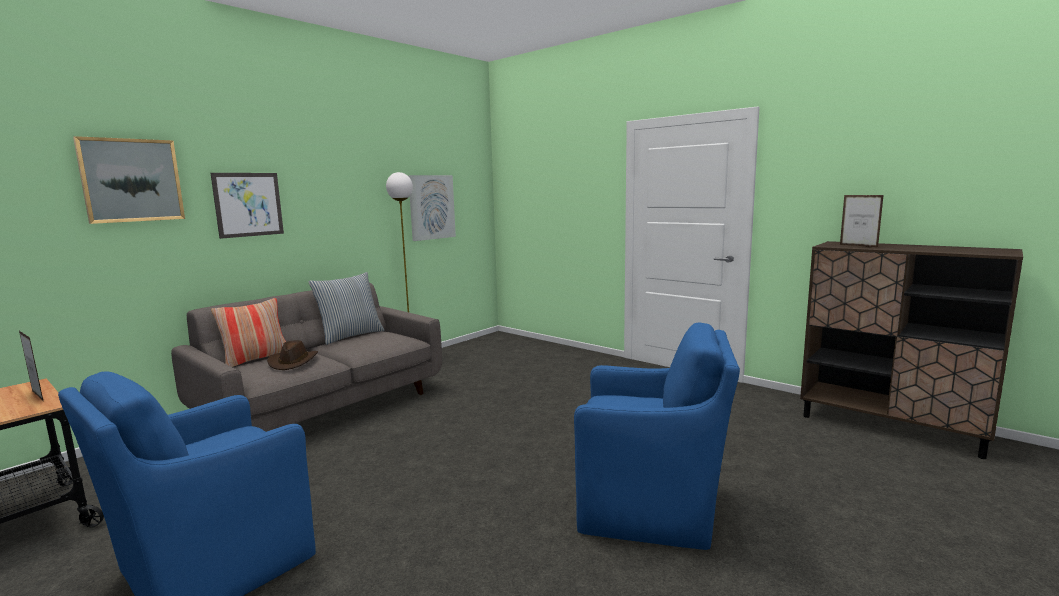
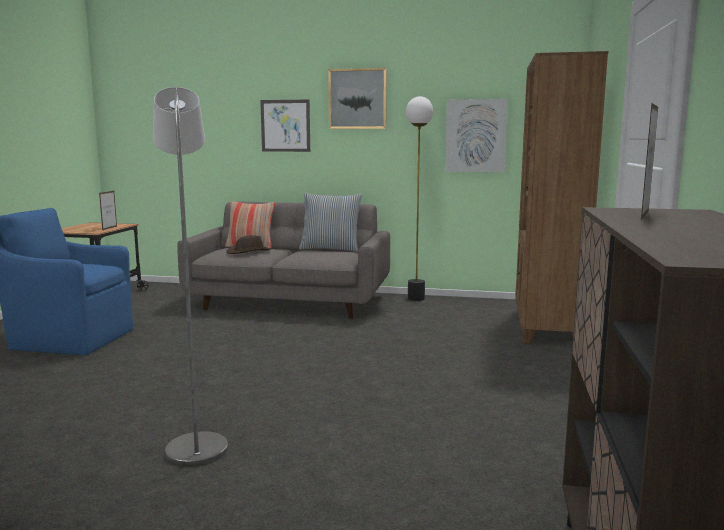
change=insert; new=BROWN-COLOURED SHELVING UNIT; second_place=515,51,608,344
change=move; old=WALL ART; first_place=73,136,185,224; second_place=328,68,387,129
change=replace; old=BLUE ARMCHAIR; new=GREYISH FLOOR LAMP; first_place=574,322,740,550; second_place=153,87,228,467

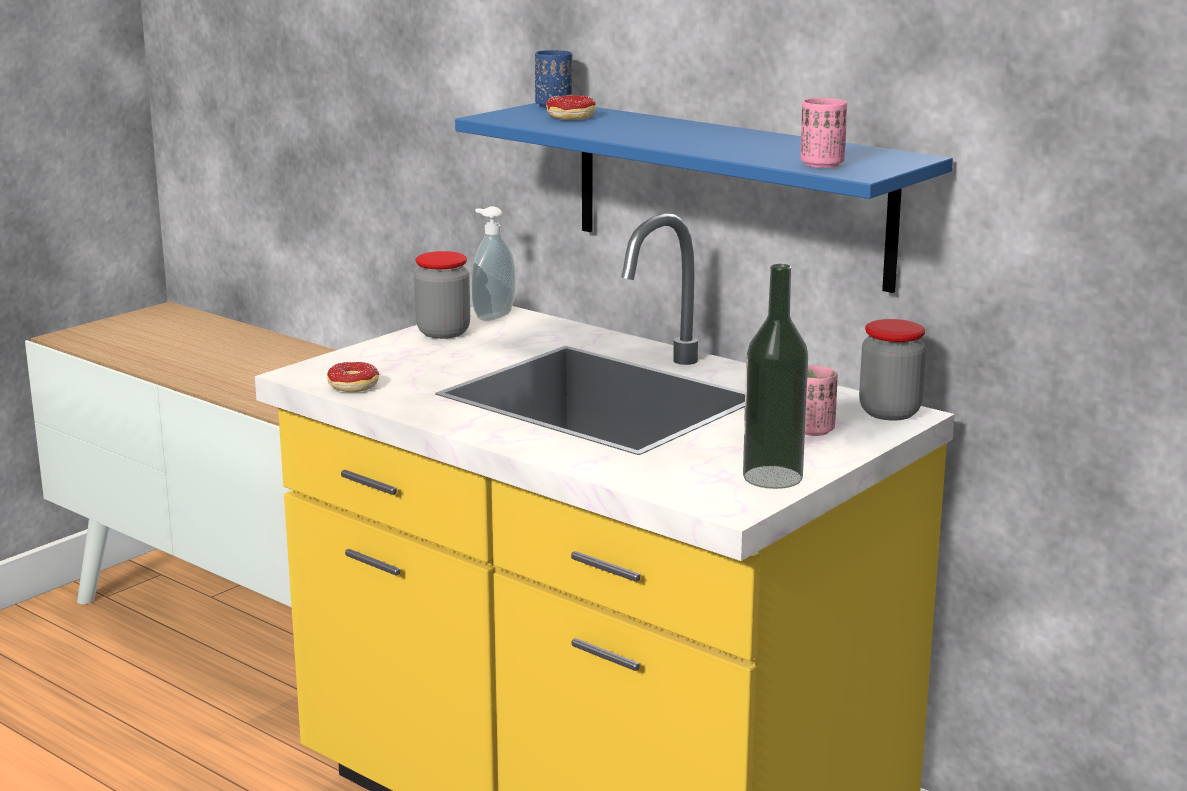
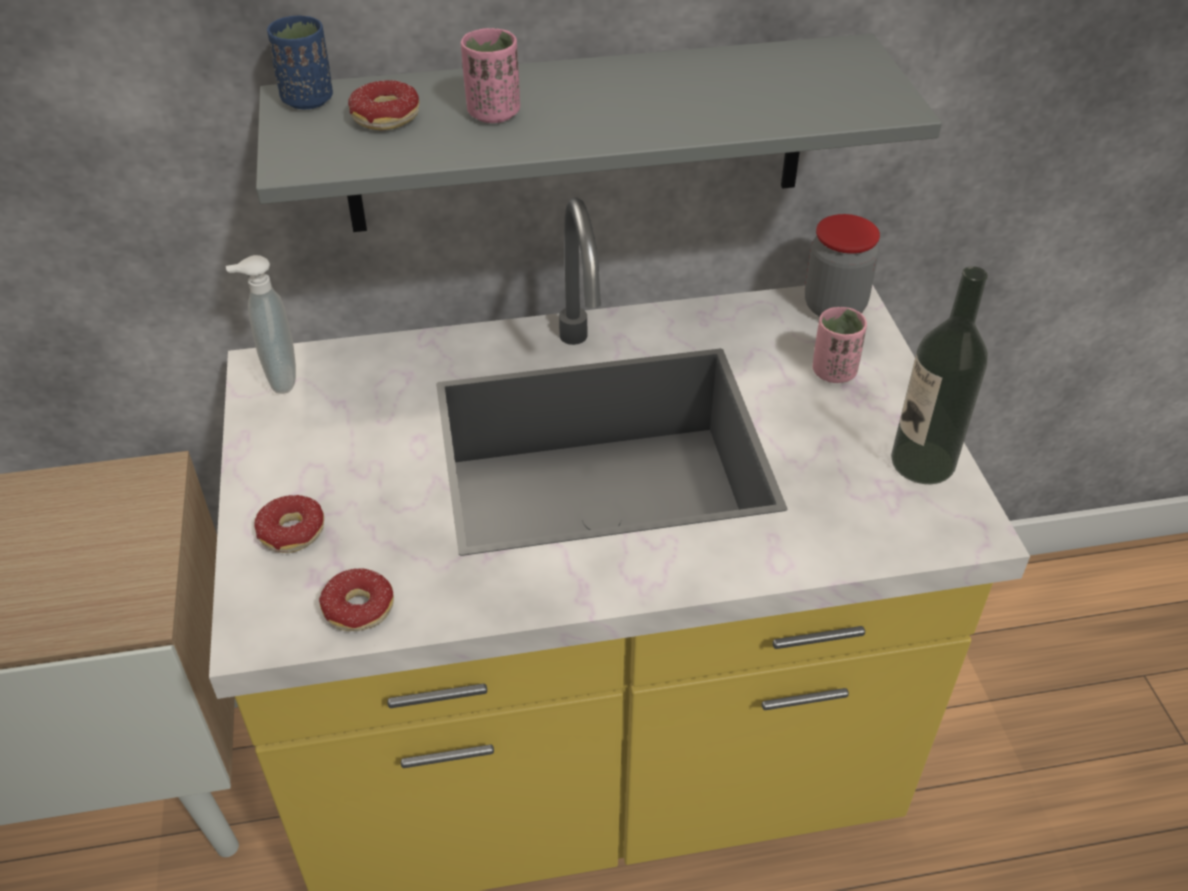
change=delete; old=STORAGE JAR; first_place=414,251,470,339
change=insert; new=RING DOUGHNUT; second_place=254,495,324,553
change=move; old=PINKISH CUP; first_place=800,98,847,168; second_place=461,28,520,123
change=recolor; old=BLUE SHELF; new=GREYISH SHELF; first_place=455,103,953,293; second_place=256,34,942,232

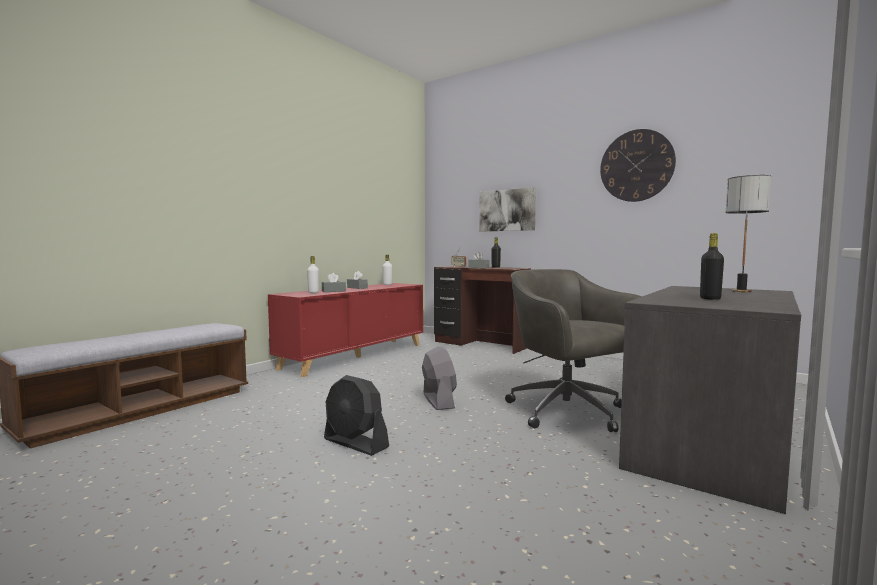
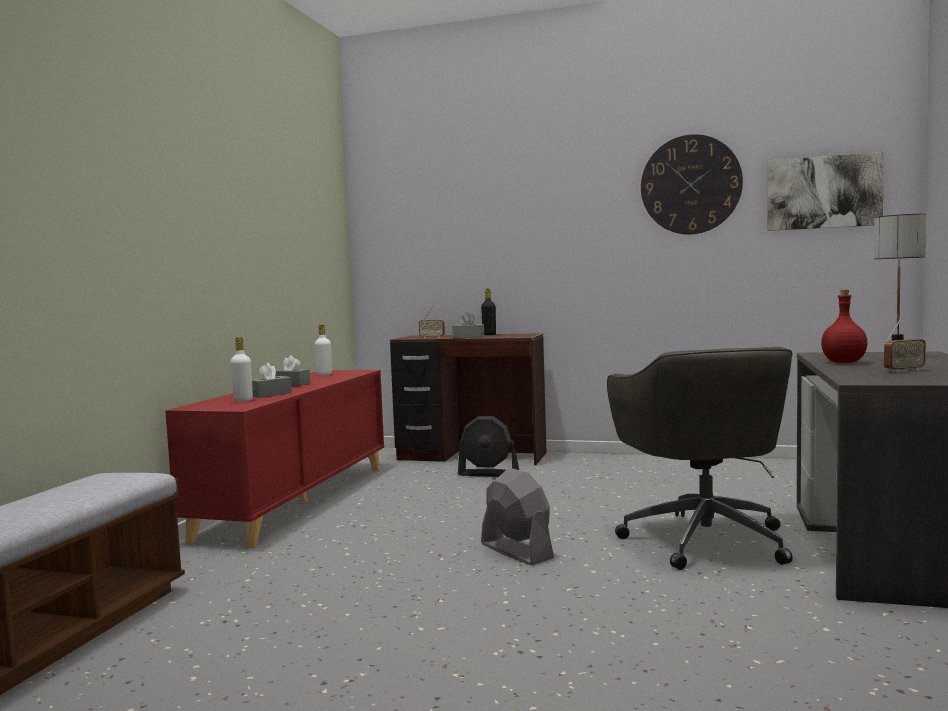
change=insert; new=RED-COLOURED BEVERAGE BOTTLE; second_place=821,290,868,363
change=move; old=BLACKISH COOLING FAN; first_place=324,375,389,456; second_place=458,416,519,477
change=move; old=WALL ART; first_place=479,187,536,232; second_place=767,152,884,231
change=replace; old=BLACKISH BEVERAGE BOTTLE; new=RADIO RECEIVER; first_place=700,233,724,300; second_place=884,317,926,372
change=rotate; old=GREYISH OFFICE CHAIR; first_place=505,269,642,432; second_place=607,347,793,570; degrees=-135

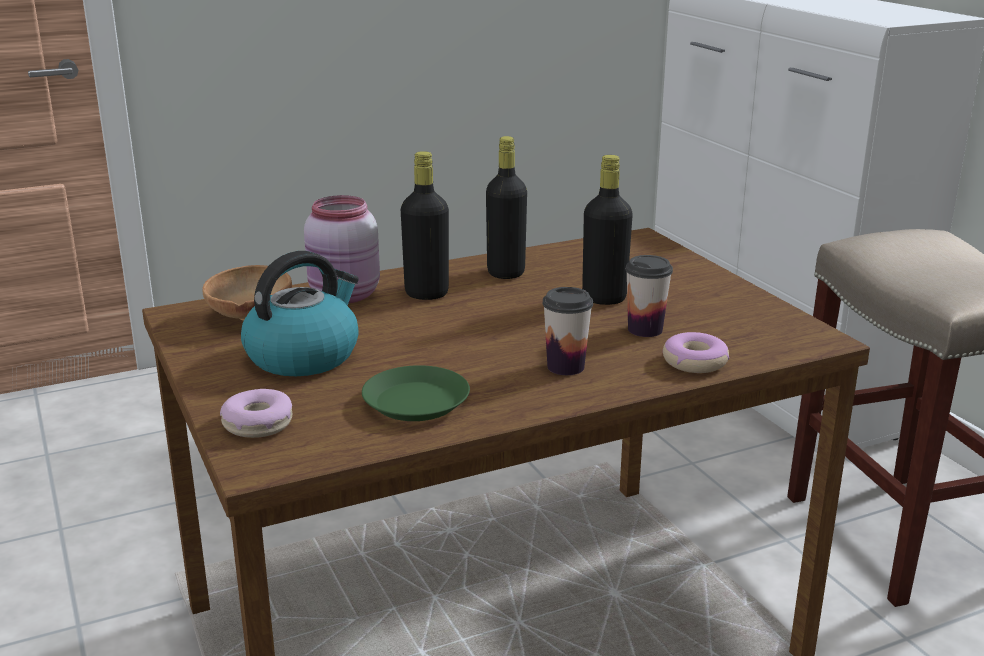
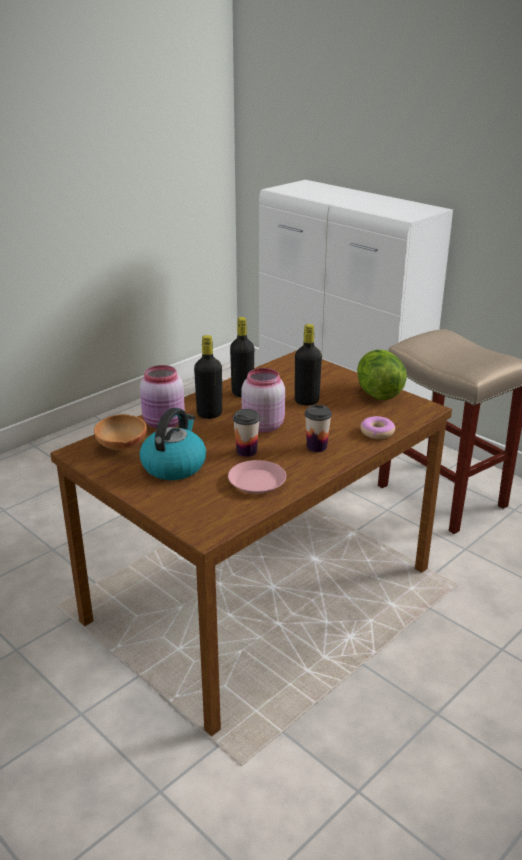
change=delete; old=RING DOUGHNUT; first_place=220,389,292,438
change=insert; new=PINKISH STORAGE JAR; second_place=241,368,285,433
change=insert; new=LETTUCE; second_place=357,349,407,400
change=move; old=CUP; first_place=625,255,673,337; second_place=233,409,260,457
change=recolor; old=GREEN DINNER PLATE; new=PINKISH DINNER PLATE; first_place=362,365,470,421; second_place=228,460,286,494

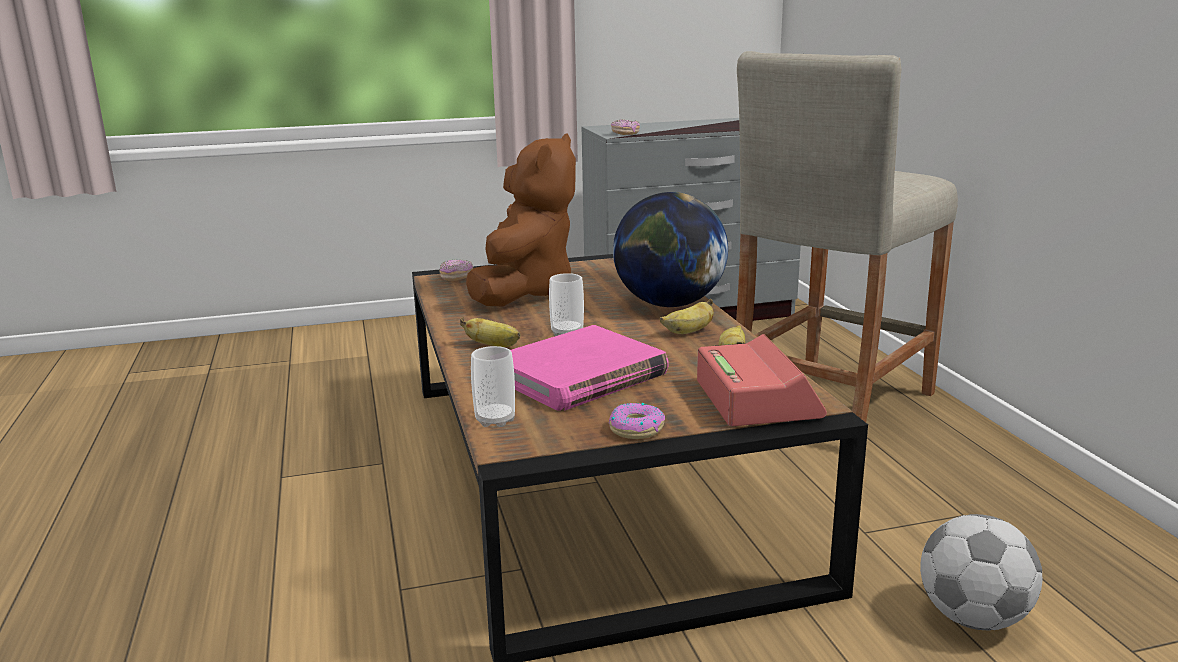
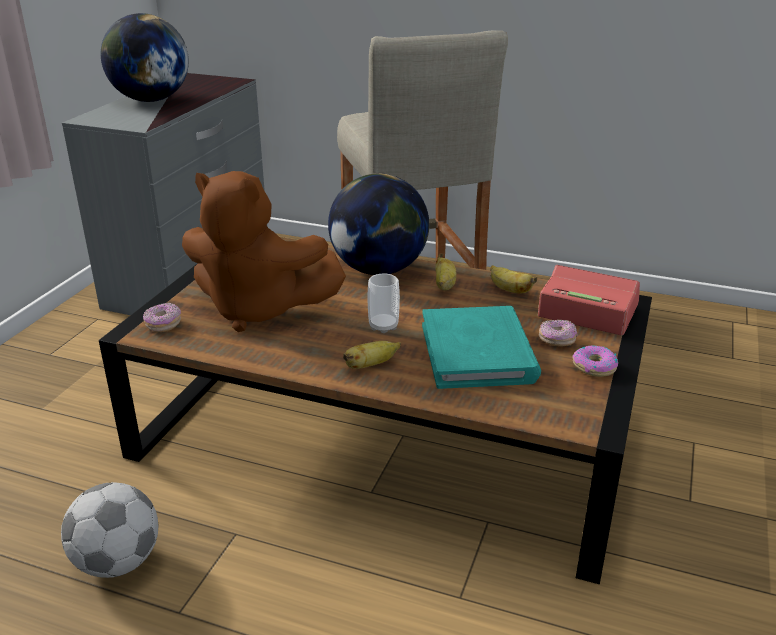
change=delete; old=CUP; first_place=471,346,515,427
change=insert; new=DESK GLOBE; second_place=101,13,189,102
change=move; old=RING DOUGHNUT; first_place=611,119,640,135; second_place=539,320,577,346
change=move; old=FOOTBALL BALL; first_place=920,514,1043,631; second_place=61,482,159,578
change=recolor; old=PINKISH BOOK; new=TURQUOISE BOOK; first_place=511,325,669,411; second_place=422,306,541,389
change=rotate; old=BROWN-COLOURED CUDDLY TOY; first_place=466,133,576,306; second_place=182,171,346,332; degrees=150

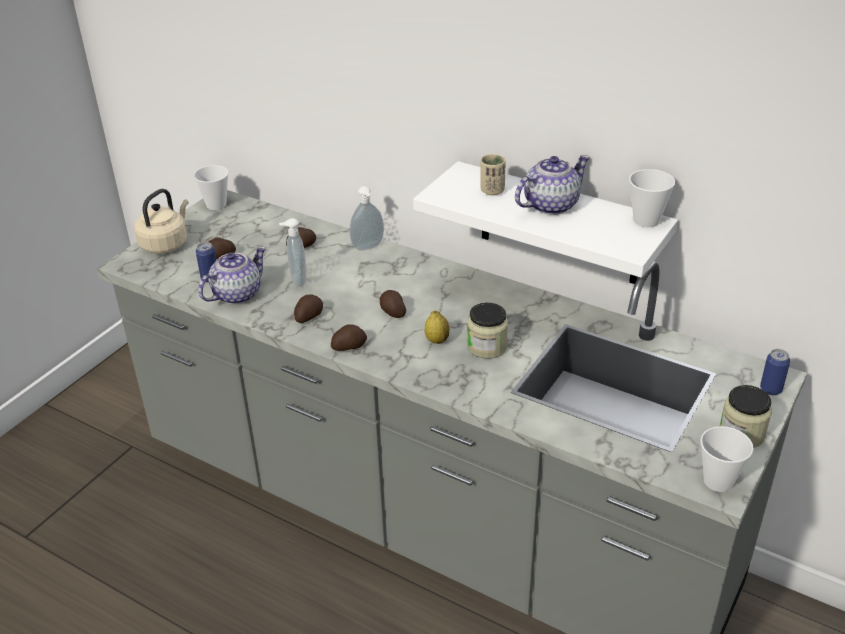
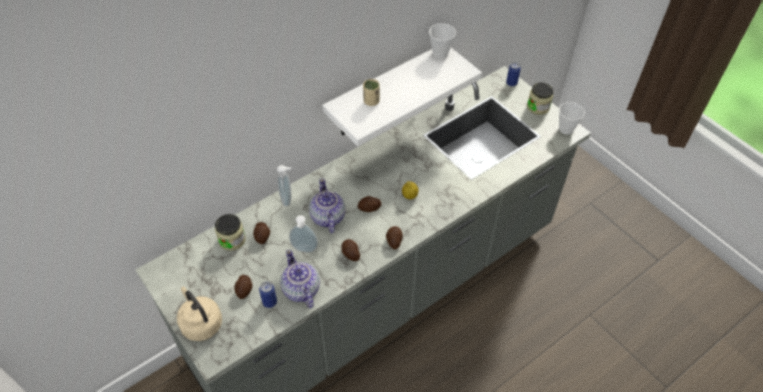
change=delete; old=CUP; first_place=194,165,229,210
change=move; old=STORAGE JAR; first_place=467,302,508,359; second_place=215,214,246,251
change=move; old=TEA POT; first_place=515,155,590,215; second_place=309,178,345,233

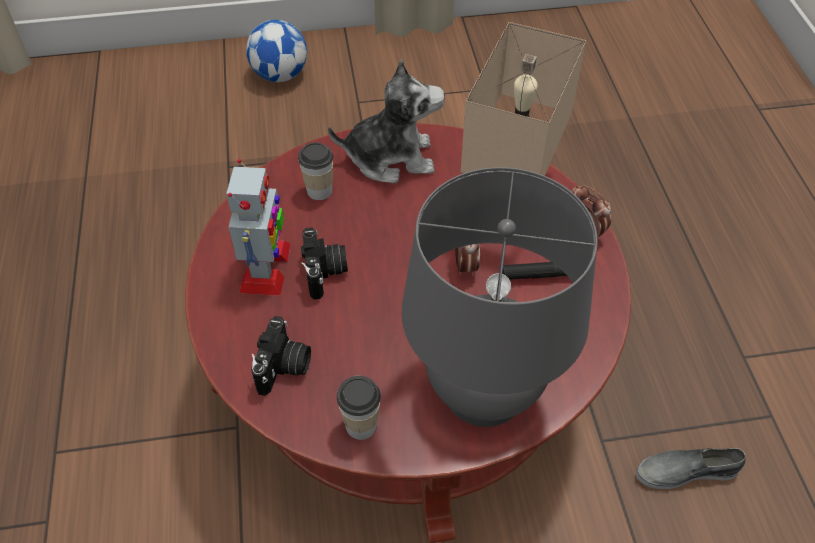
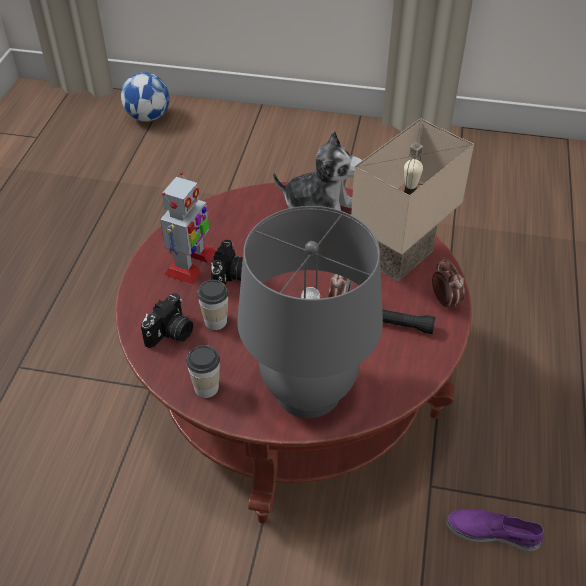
change=move; old=FOOTBALL BALL; first_place=246,20,307,82; second_place=121,72,170,122
change=move; old=CUP; first_place=298,142,333,200; second_place=197,280,229,330
change=recolor; old=GREYISH ITEM OF FOOTWEAR; new=PURPLE ITEM OF FOOTWEAR; first_place=636,448,746,489; second_place=446,509,543,551

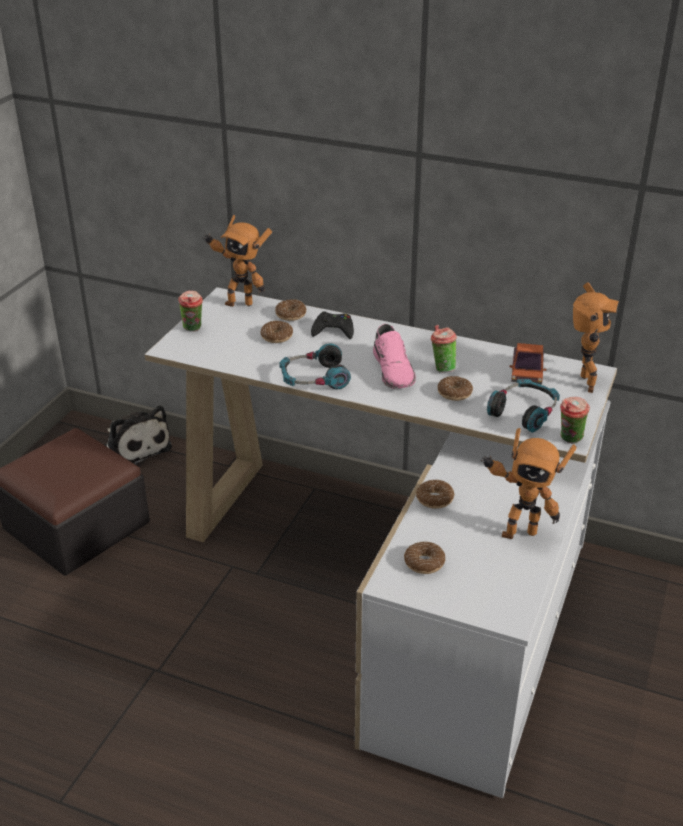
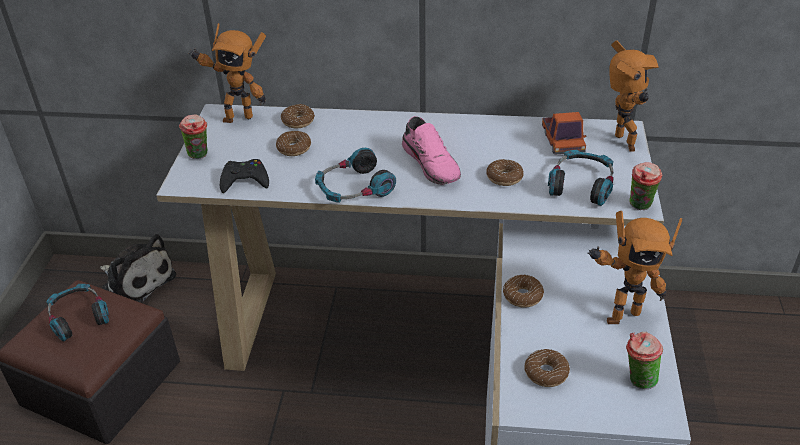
change=insert; new=HEADSET; second_place=46,284,109,341
change=move; old=BLACKISH GAMEPAD; first_place=311,311,354,339; second_place=220,159,269,193
change=move; old=CUP; first_place=431,325,457,373; second_place=626,332,663,389

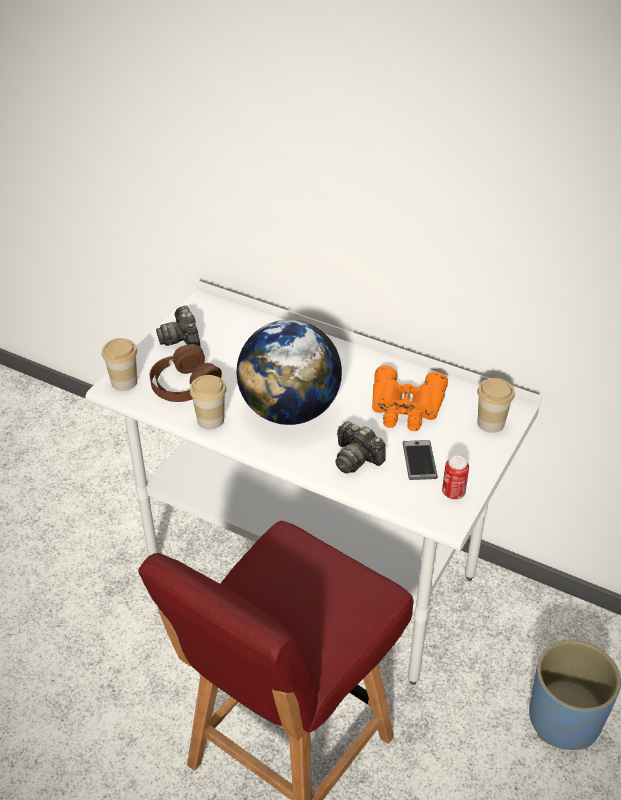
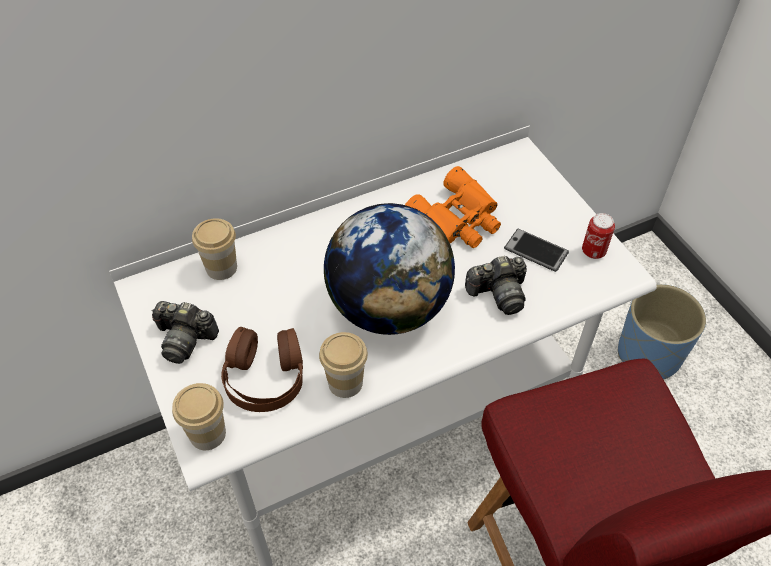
change=move; old=CUP; first_place=477,378,515,433; second_place=192,218,237,280

